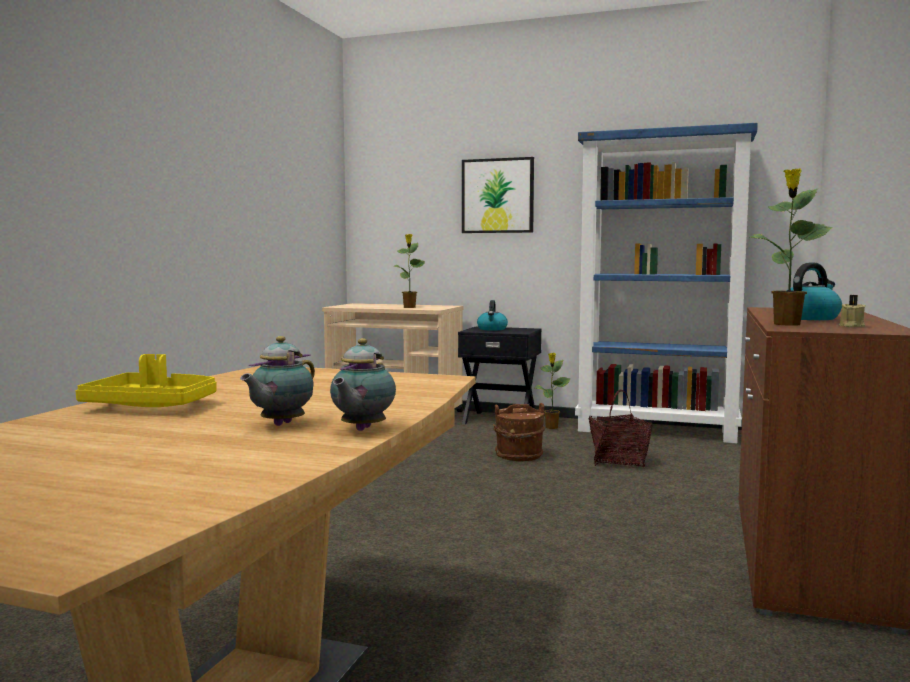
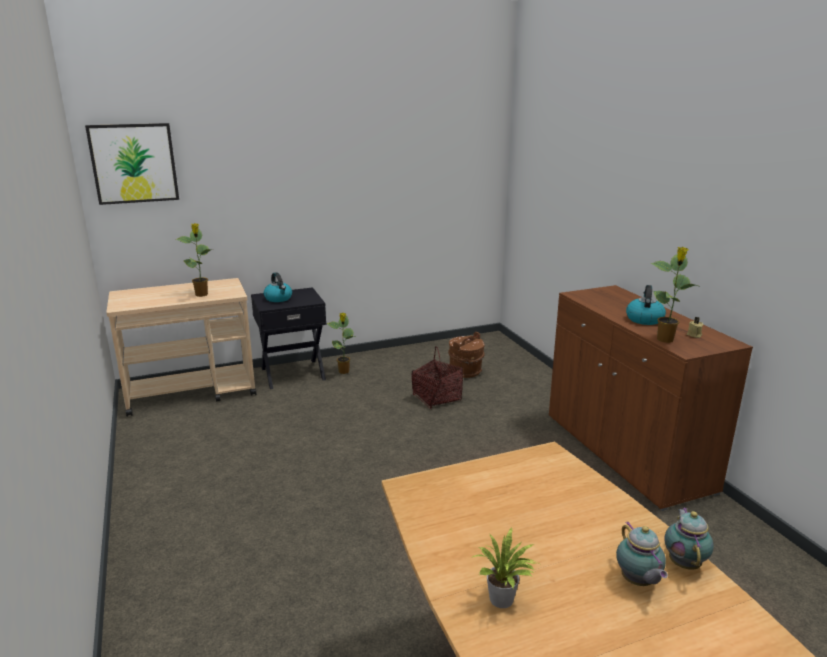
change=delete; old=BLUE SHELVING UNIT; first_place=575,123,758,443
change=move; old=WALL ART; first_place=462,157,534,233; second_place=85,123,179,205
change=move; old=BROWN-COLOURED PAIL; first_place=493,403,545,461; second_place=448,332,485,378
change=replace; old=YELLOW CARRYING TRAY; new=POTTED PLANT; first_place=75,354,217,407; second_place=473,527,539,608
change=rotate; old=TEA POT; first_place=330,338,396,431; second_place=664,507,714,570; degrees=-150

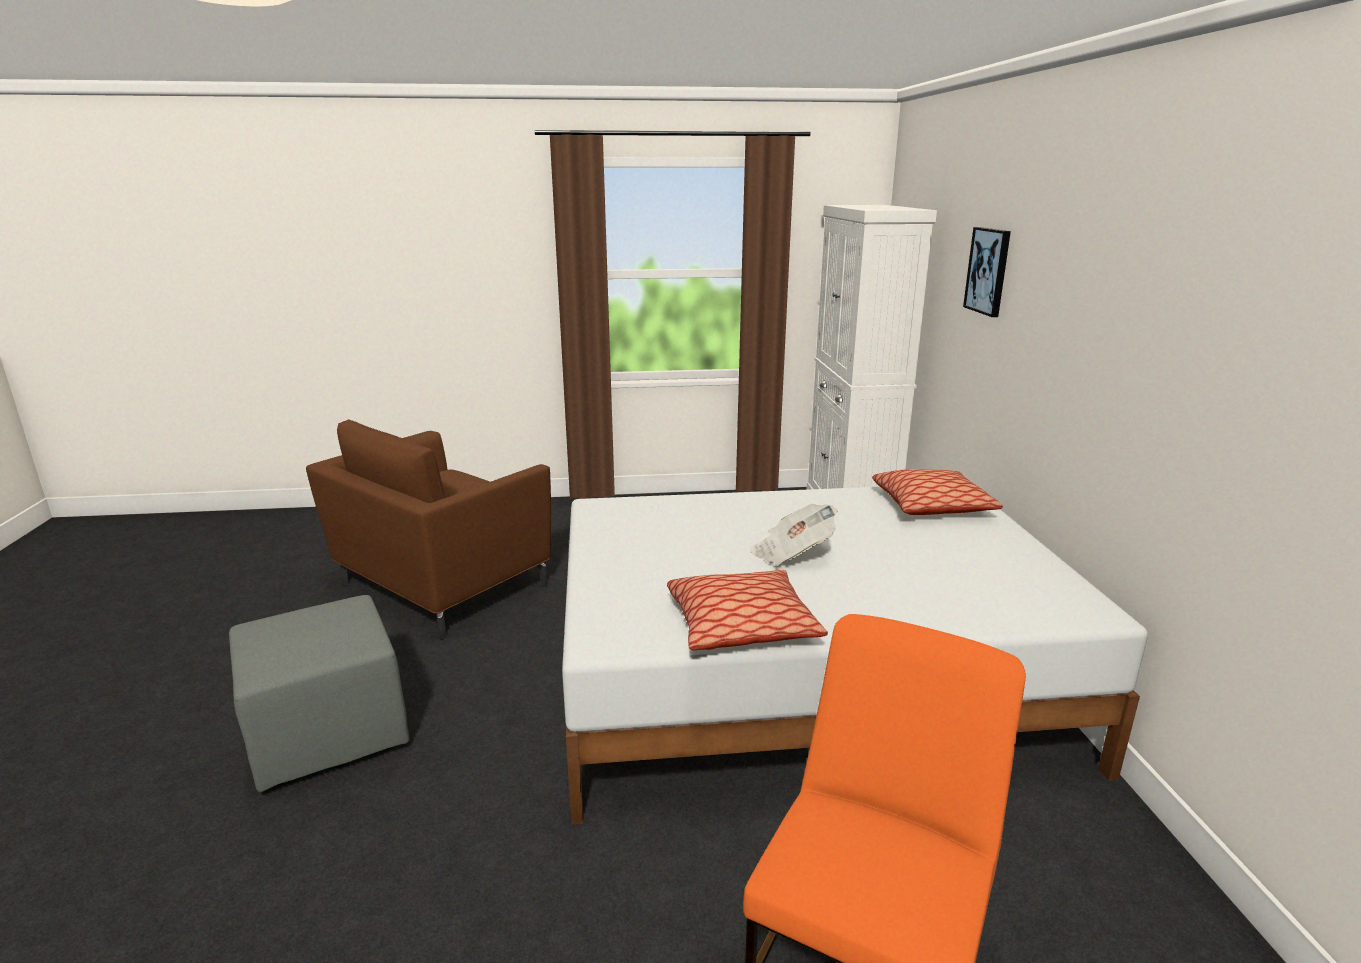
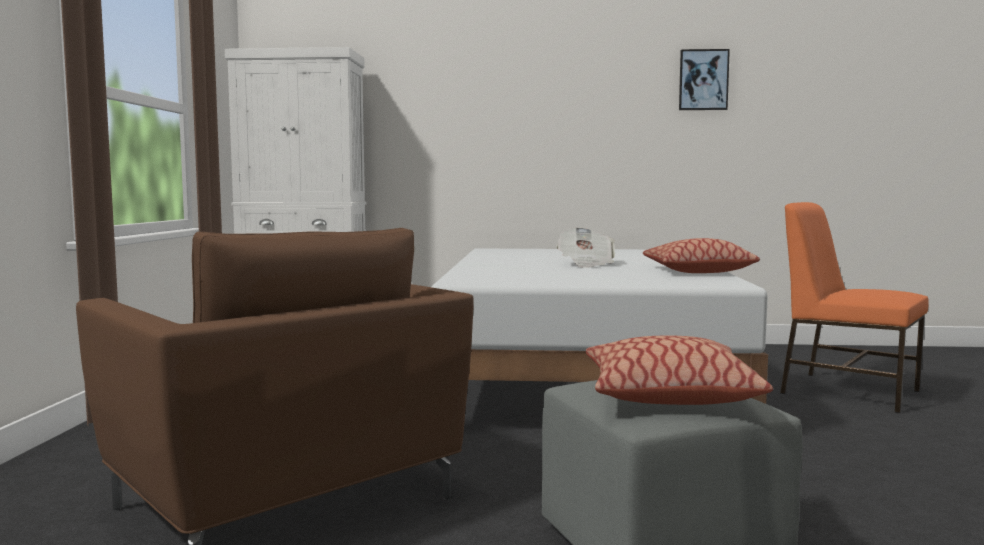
change=move; old=CUSHION; first_place=872,469,1003,515; second_place=586,336,773,405
change=move; old=WALL ART; first_place=963,227,1011,317; second_place=679,49,730,110

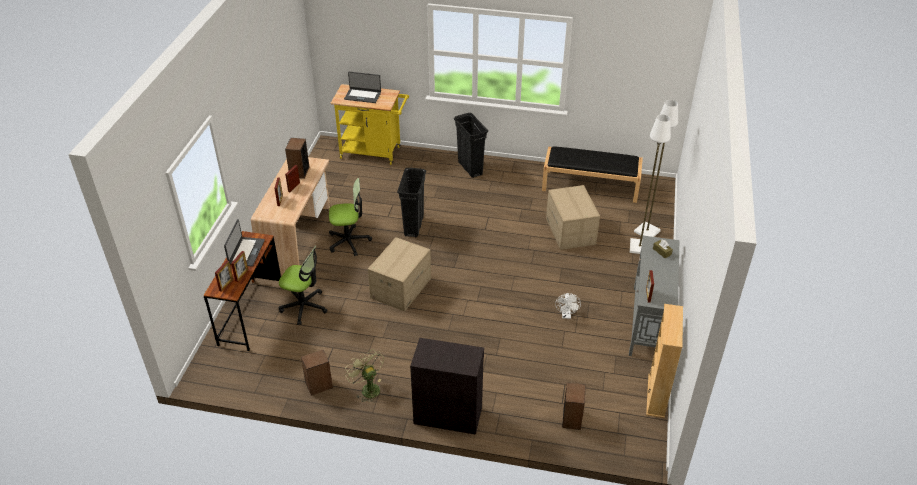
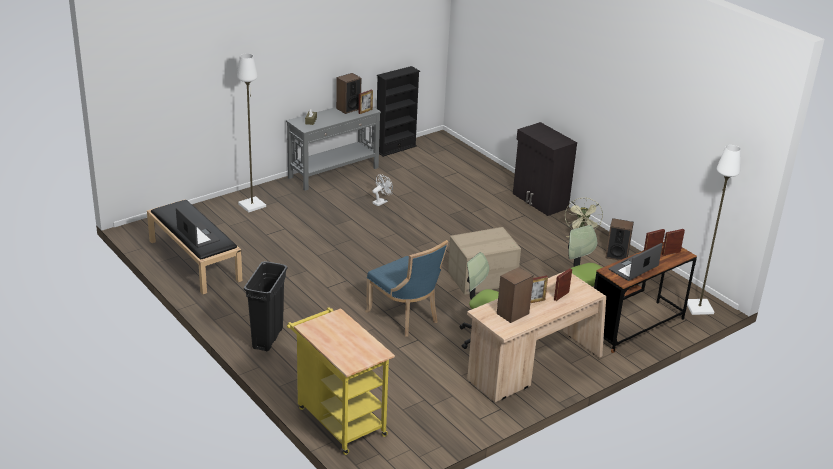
change=delete; old=CARTON; first_place=546,185,600,250
change=move; old=NOTEBOOK COMPUTER; first_place=344,72,381,103; second_place=176,208,220,248
change=move; old=LOUDSPEAKER; first_place=562,382,586,430; second_place=336,73,361,114
change=move; old=WHITE-COLOURED FLOOR LAMP; first_place=634,100,678,237; second_place=687,145,741,315
change=replace; old=BLACKISH TRASH CAN; new=BLUE CHAIR; first_place=397,168,426,237; second_place=365,240,448,336
change=recolor; old=BEIGE-COLOURED SHELVING UNIT; new=BLACKISH SHELVING UNIT; first_place=646,304,683,418; second_place=377,66,420,157

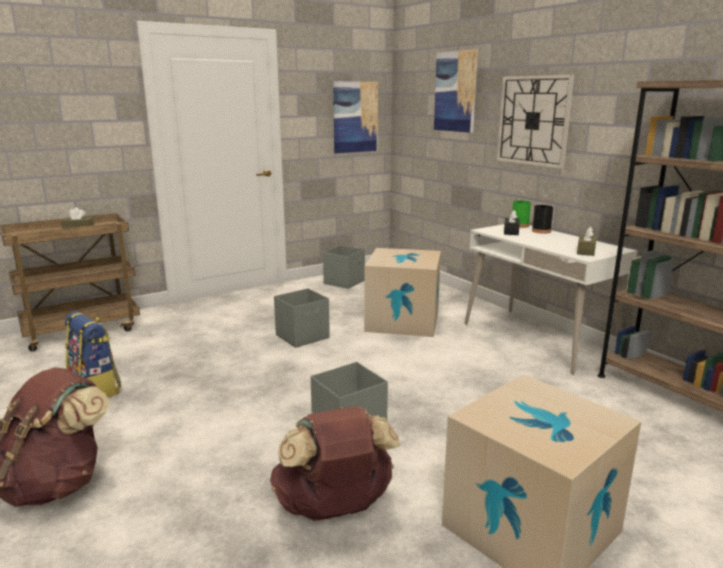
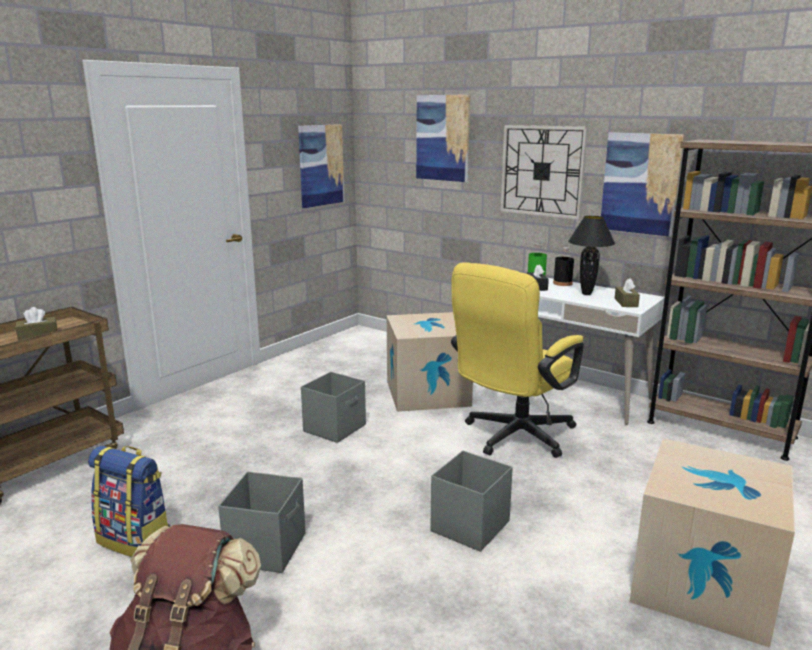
change=delete; old=BROWN-COLOURED KNAPSACK; first_place=270,406,400,521
change=insert; new=YELLOW OFFICE CHAIR; second_place=451,262,584,458
change=insert; new=BLACKISH TABLE LAMP; second_place=568,216,615,295
change=insert; new=WALL ART; second_place=601,132,685,237
change=move; old=GREYISH STORAGE CONTAINER; first_place=323,245,365,289; second_place=218,471,306,573

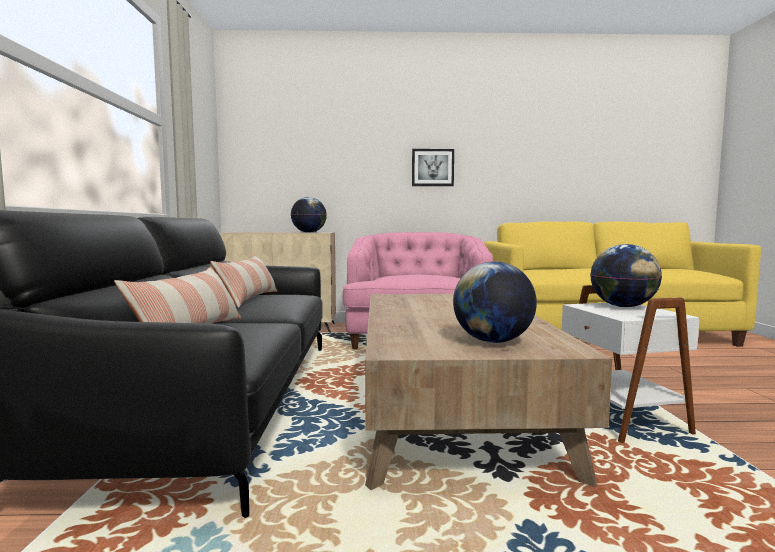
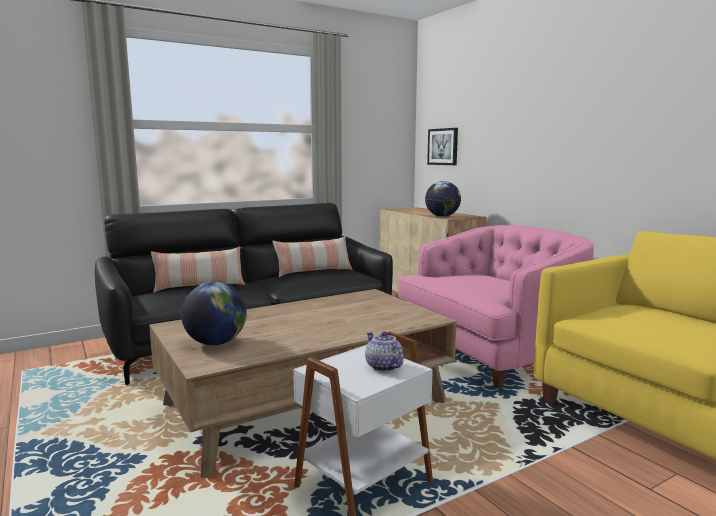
change=move; old=WALL ART; first_place=412,149,454,186; second_place=427,128,458,165
change=replace; old=DESK GLOBE; new=TEA POT; first_place=590,244,662,307; second_place=365,331,404,372

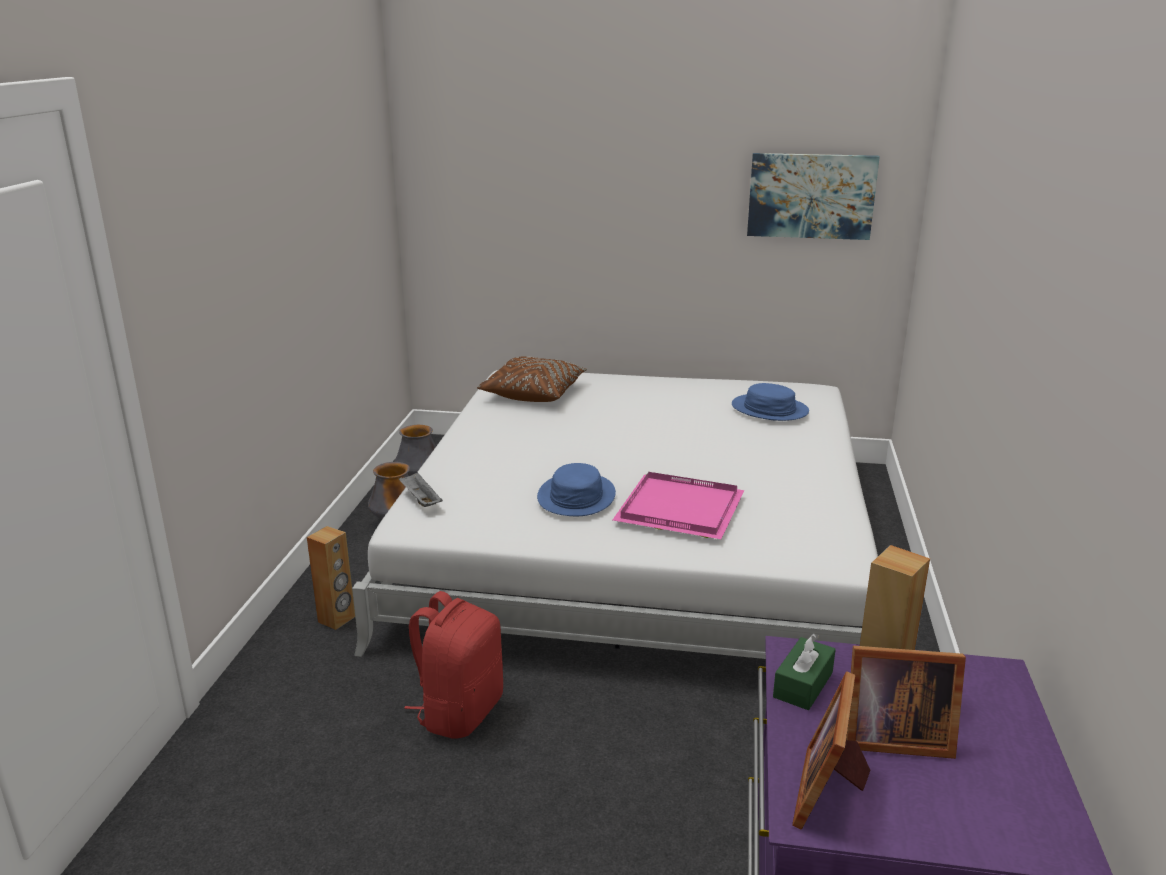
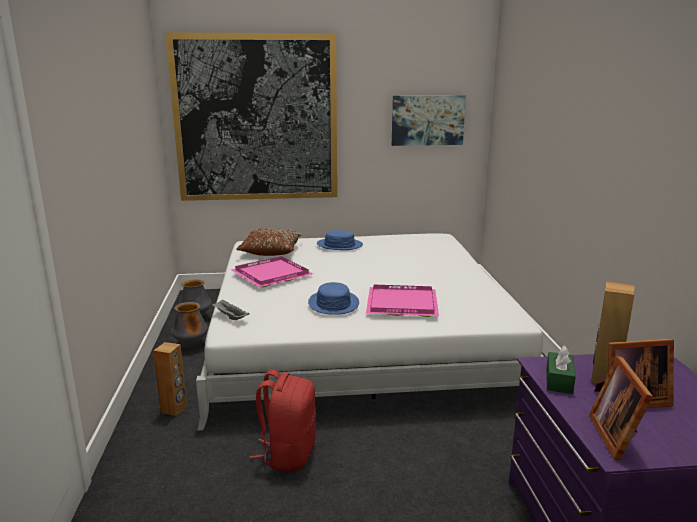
change=insert; new=WALL ART; second_place=165,32,337,201
change=insert; new=PINKISH CARRYING TRAY; second_place=232,256,313,287
change=move; old=BLUE HAT; first_place=732,383,809,421; second_place=317,230,363,250

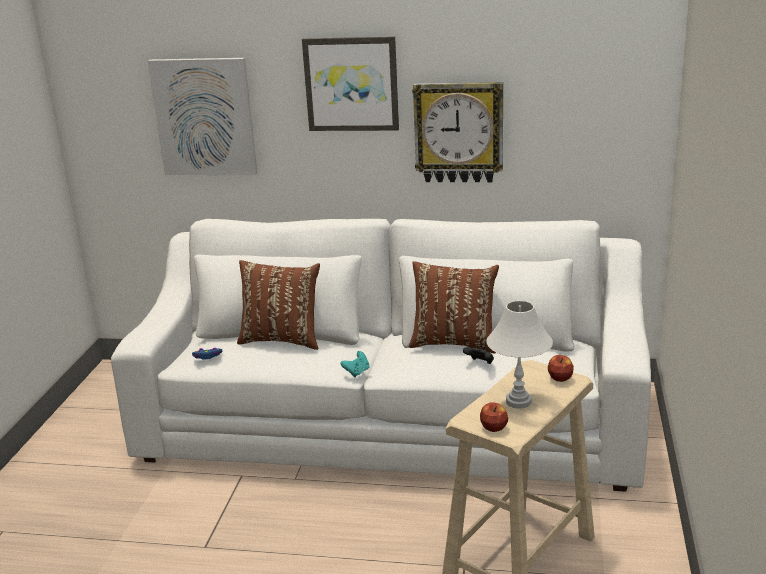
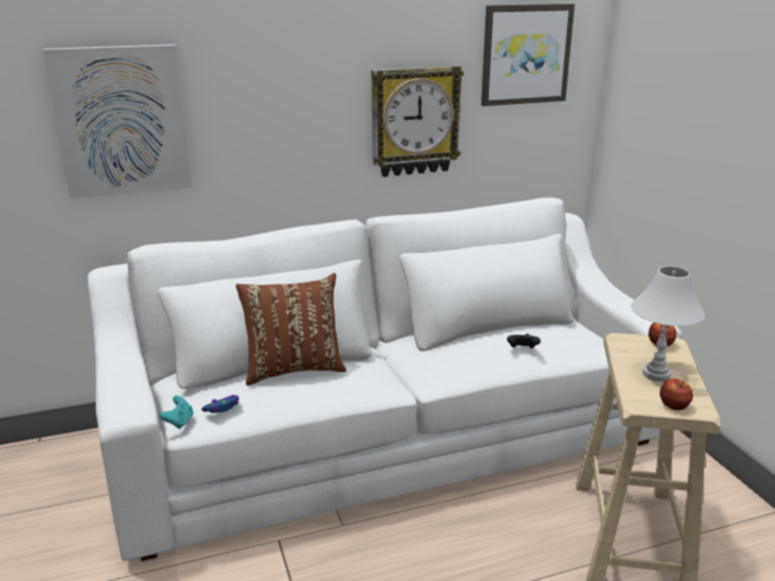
change=delete; old=BROWN-COLOURED CUSHION; first_place=409,261,499,353
change=move; old=WALL ART; first_place=302,36,399,131; second_place=481,4,575,106
change=move; old=TURQUOISE GAMEPAD; first_place=340,351,369,377; second_place=159,395,193,429

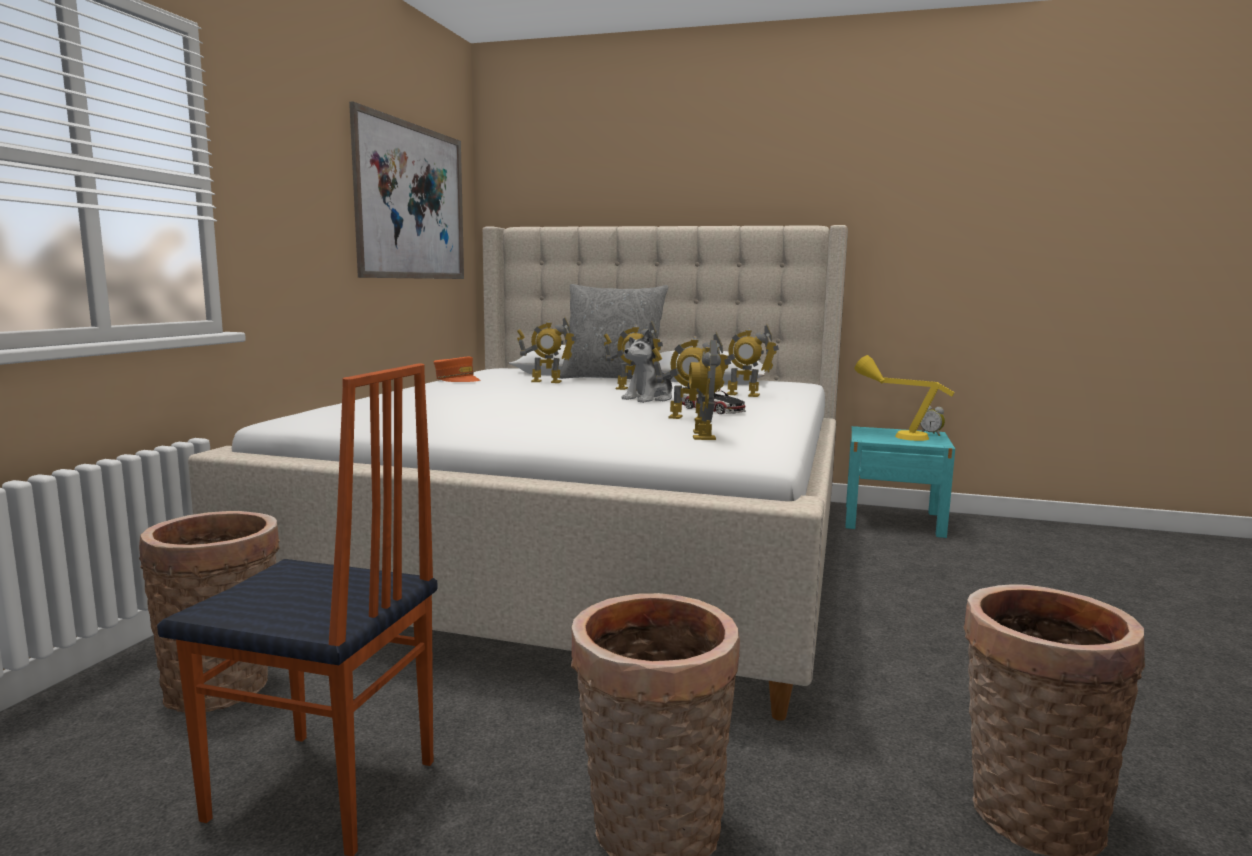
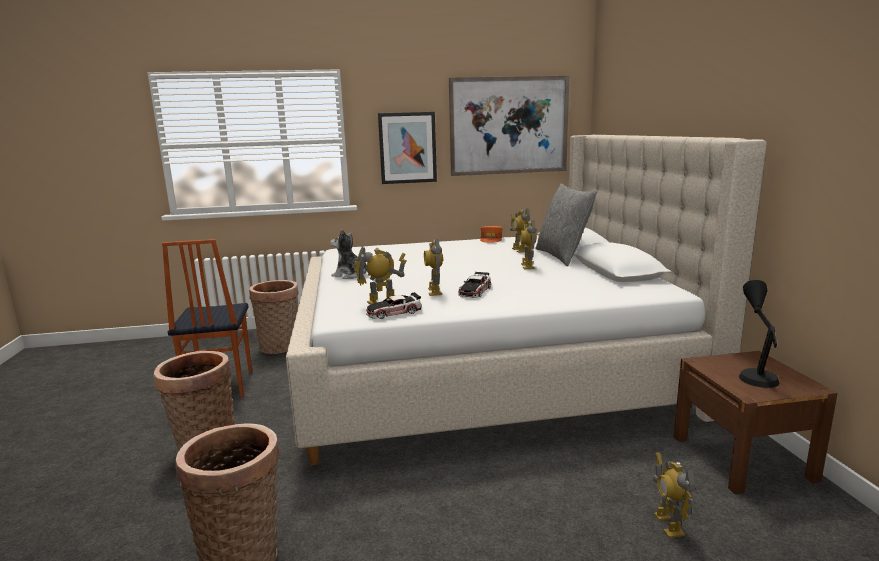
change=delete; old=BEDSIDE CLOCK; first_place=920,406,945,436
change=insert; new=MINIATURE CAR; second_place=366,292,421,319
change=insert; new=WALL ART; second_place=378,112,437,184
change=move; old=CUDDLY TOY; first_place=621,329,673,403; second_place=330,229,367,279
change=move; old=TOY ROBOT; first_place=713,324,779,397; second_place=653,452,695,538
change=recolor; old=TURQUOISE NIGHTSTAND; new=BROWN-COLOURED NIGHTSTAND; first_place=845,426,955,538; second_place=674,351,838,494
change=recolor; old=YELLOW TABLE LAMP; new=BLACKISH TABLE LAMP; first_place=854,355,955,441; second_place=739,280,779,388

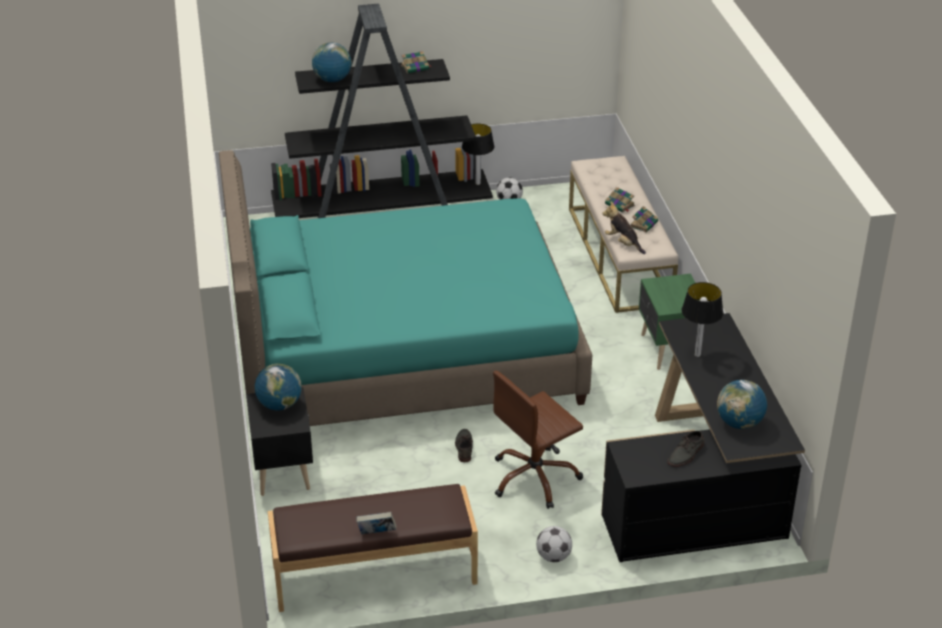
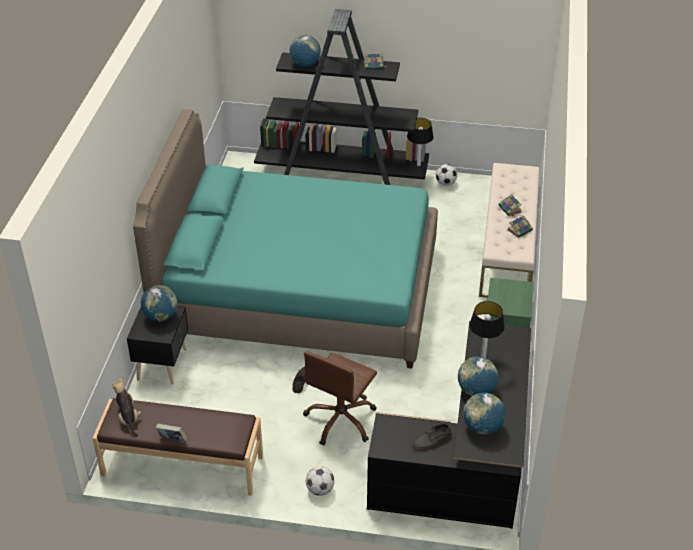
change=insert; new=DESK GLOBE; second_place=458,357,498,396
change=move; old=CUDDLY TOY; first_place=602,201,646,254; second_place=112,377,141,437
change=rotate; old=BROWN-COLOURED OFFICE CHAIR; first_place=493,371,583,509; second_place=303,351,377,446; degrees=-45

